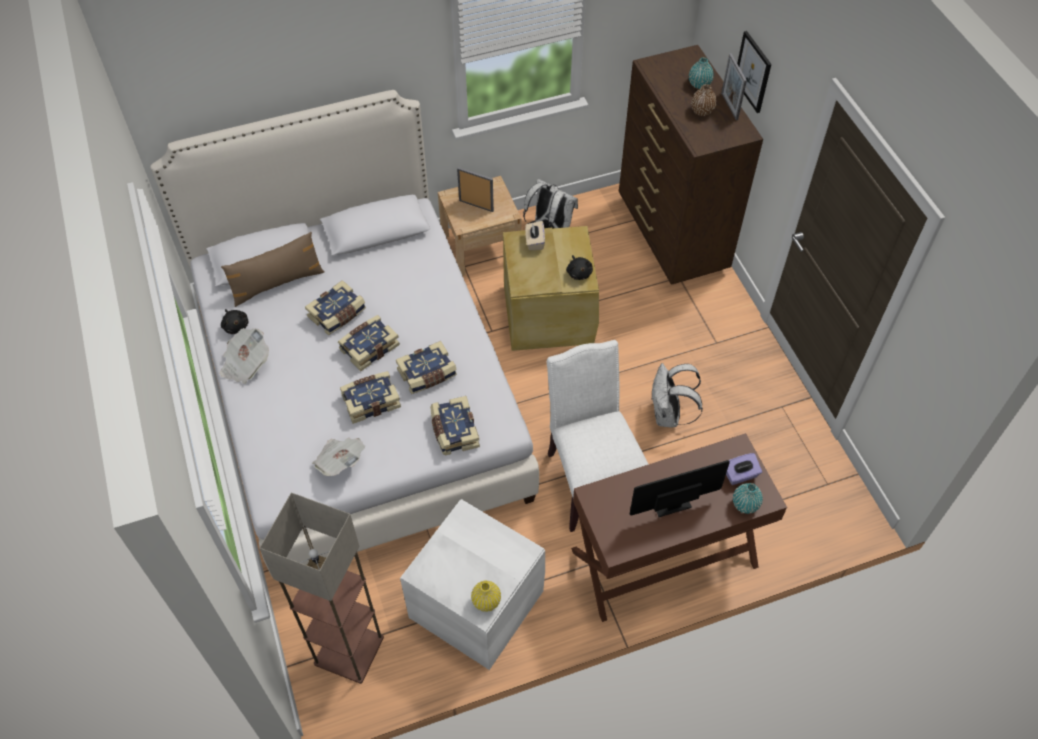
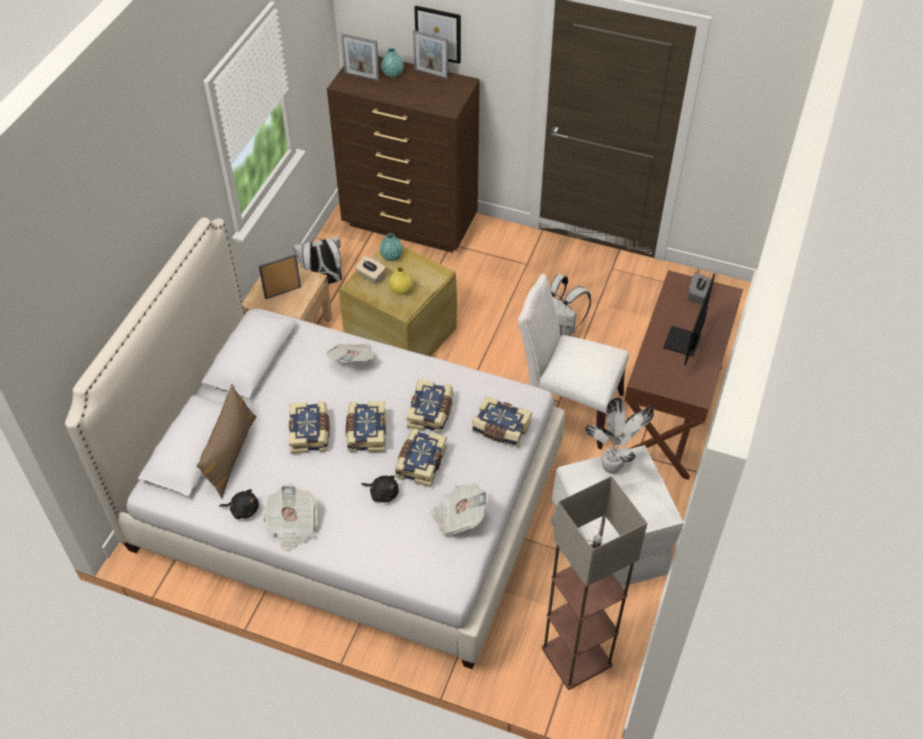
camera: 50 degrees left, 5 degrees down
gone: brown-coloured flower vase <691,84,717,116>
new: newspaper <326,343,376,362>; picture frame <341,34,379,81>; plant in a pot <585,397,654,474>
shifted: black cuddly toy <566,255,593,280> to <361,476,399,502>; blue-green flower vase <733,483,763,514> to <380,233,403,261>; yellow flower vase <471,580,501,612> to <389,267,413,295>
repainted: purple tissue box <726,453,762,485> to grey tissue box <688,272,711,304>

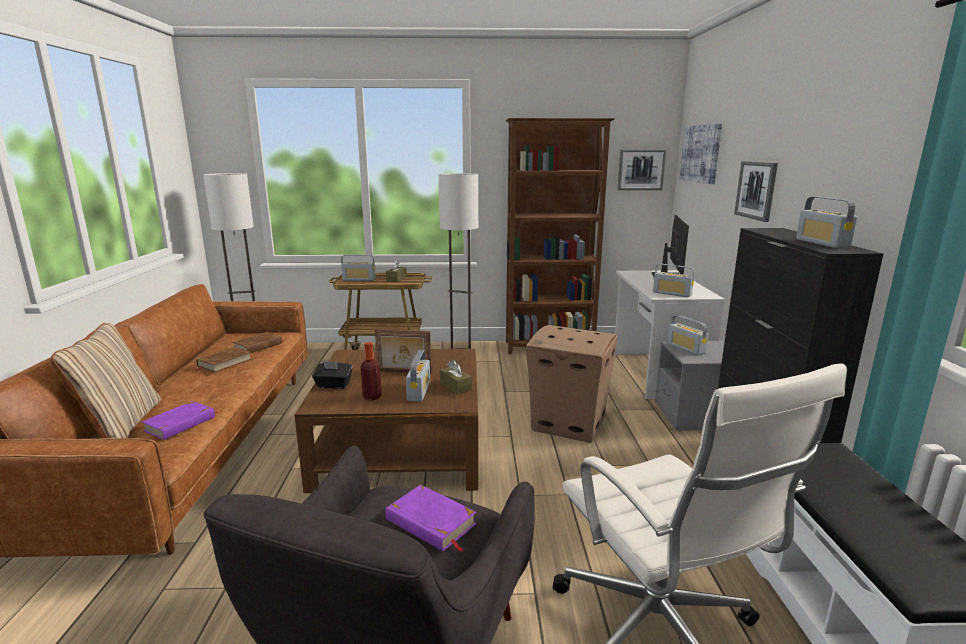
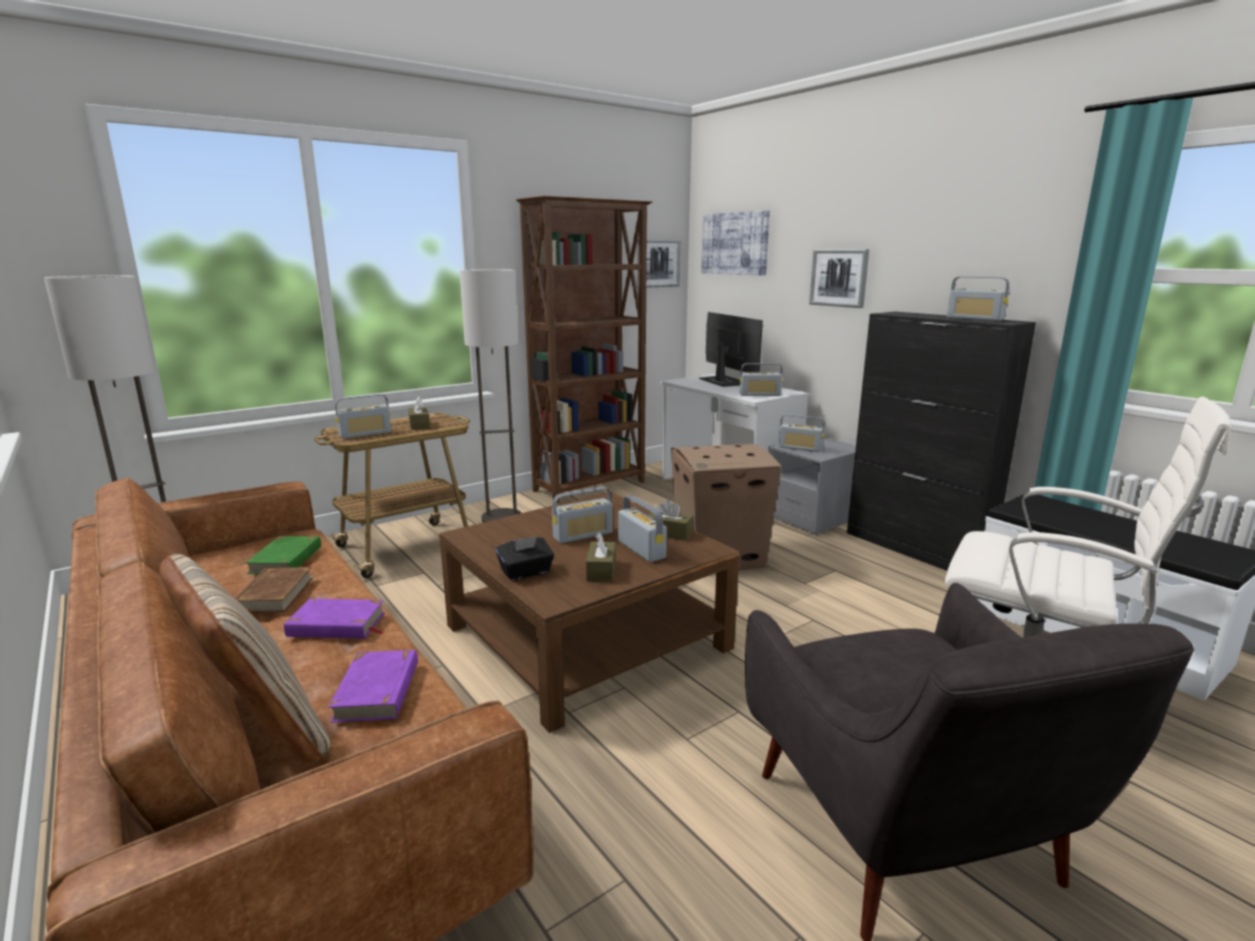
camera: 35 degrees left, 0 degrees up
shifted: purple bound book <385,485,477,552> to <284,598,385,639>
swapped: picture frame <375,329,432,374> to radio set <552,487,613,543>; beverage bottle <361,342,382,401> to brown-coloured tissue box <586,532,616,582>
repainted: brown-coloured bound book <233,332,284,353> to greenish bound book <245,536,321,574>

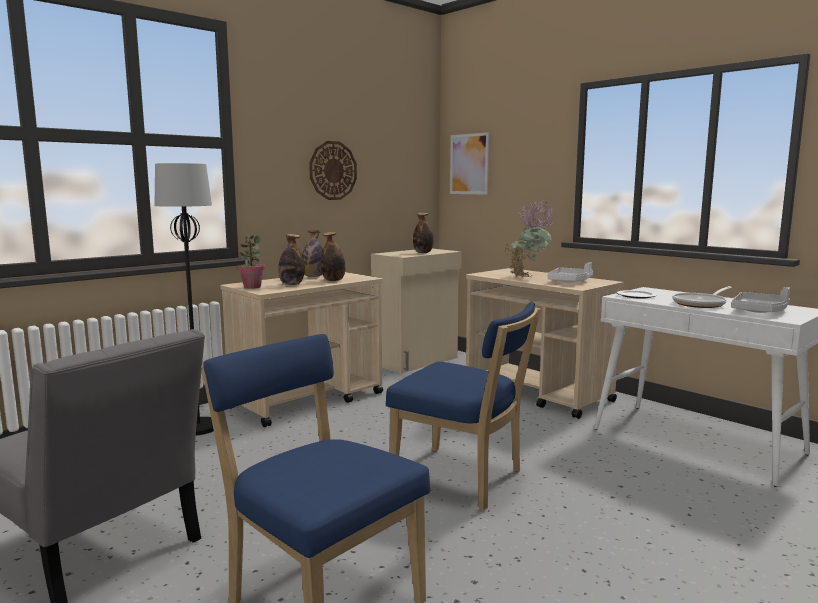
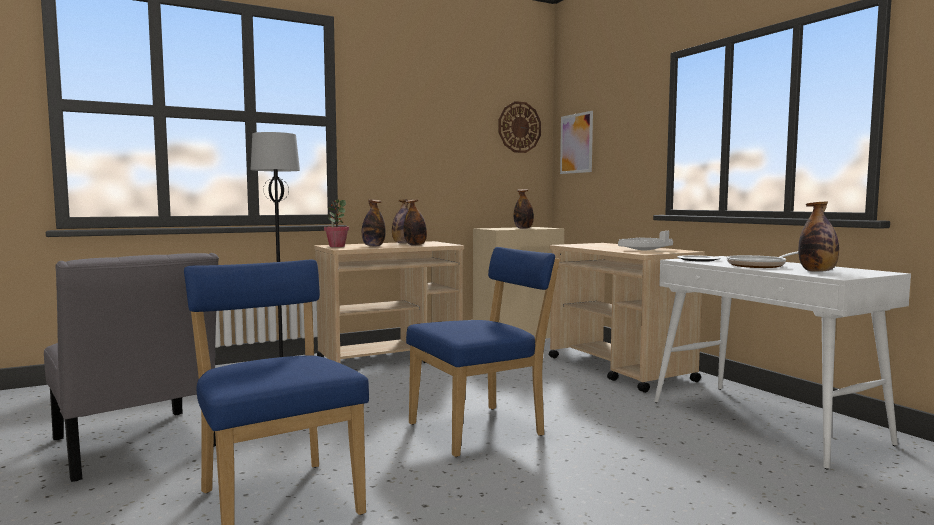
camera: 15 degrees right, 5 degrees down
gone: plant in a pot <504,199,553,278>
shifted: wall clock <309,141,357,200> to <499,101,541,153>
swapped: grey tray <731,287,790,313> to beverage bottle <798,201,839,272>
rotated: blue-coloured upright chair <386,302,540,510> = <406,247,560,457> 75 degrees counterclockwise

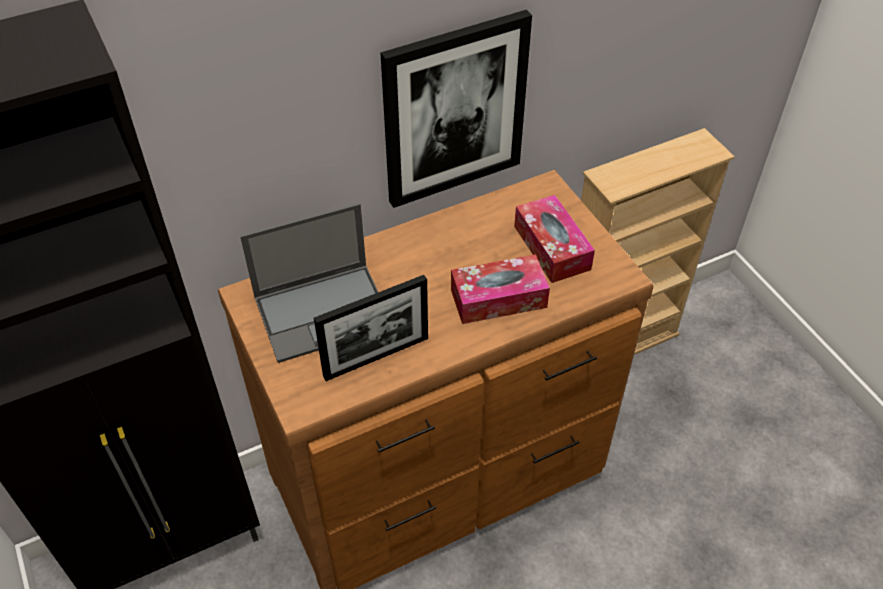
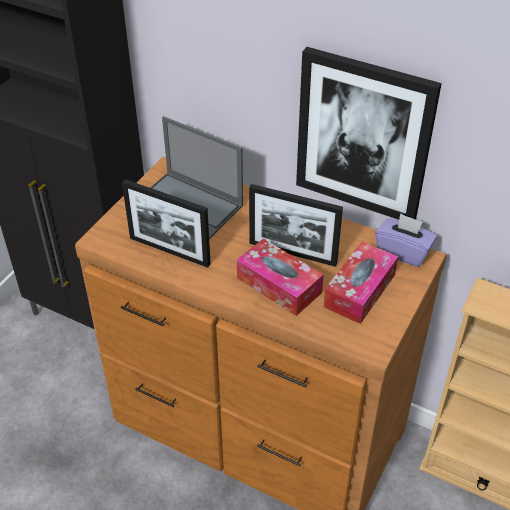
camera: 55 degrees right, 5 degrees down
new: picture frame <249,184,343,267>; purple tissue box <375,213,437,267>

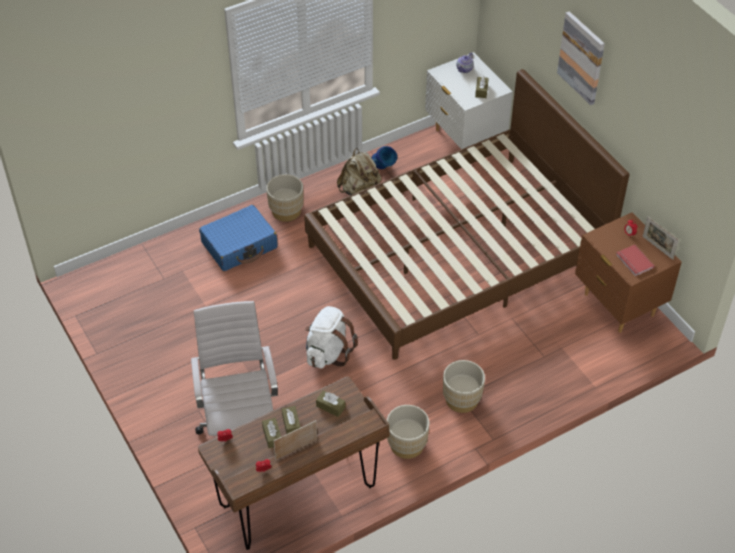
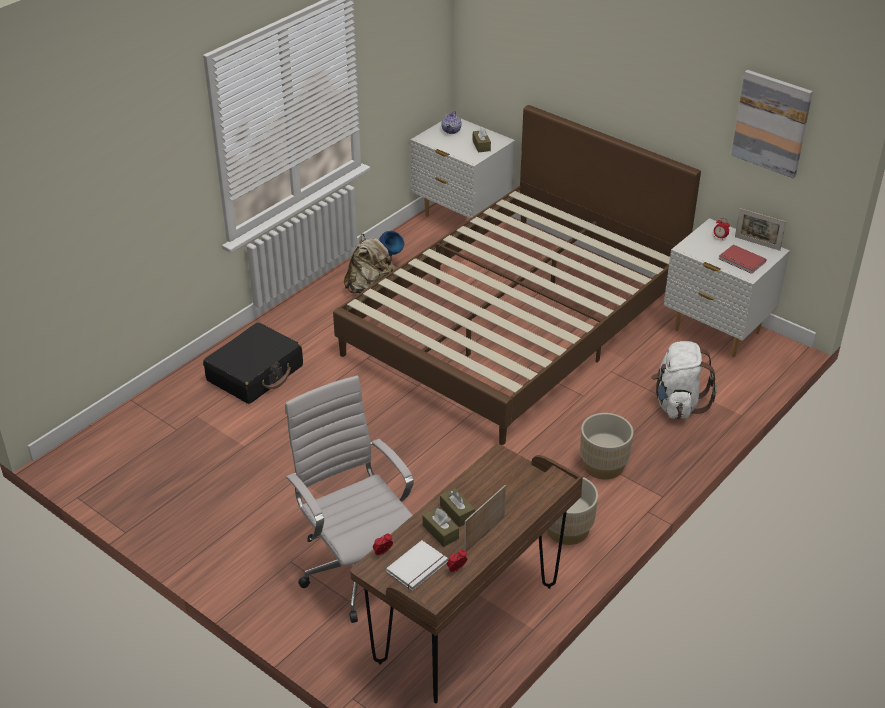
camera: 20 degrees left, 10 degrees down
gone: beige-coloured plant pot <266,174,303,222>; brown-coloured tissue box <316,390,345,417>
new: white-coloured bound book <386,540,448,591>
shifted: white-coloured rucksack <305,306,358,369> to <651,341,717,419>; picture <557,11,605,105> to <731,70,813,178>
repainted: blue-coloured travel case <199,205,278,271> to black travel case <203,322,303,404>; brown-coloured nightstand <575,212,682,333> to white-coloured nightstand <664,218,790,357>

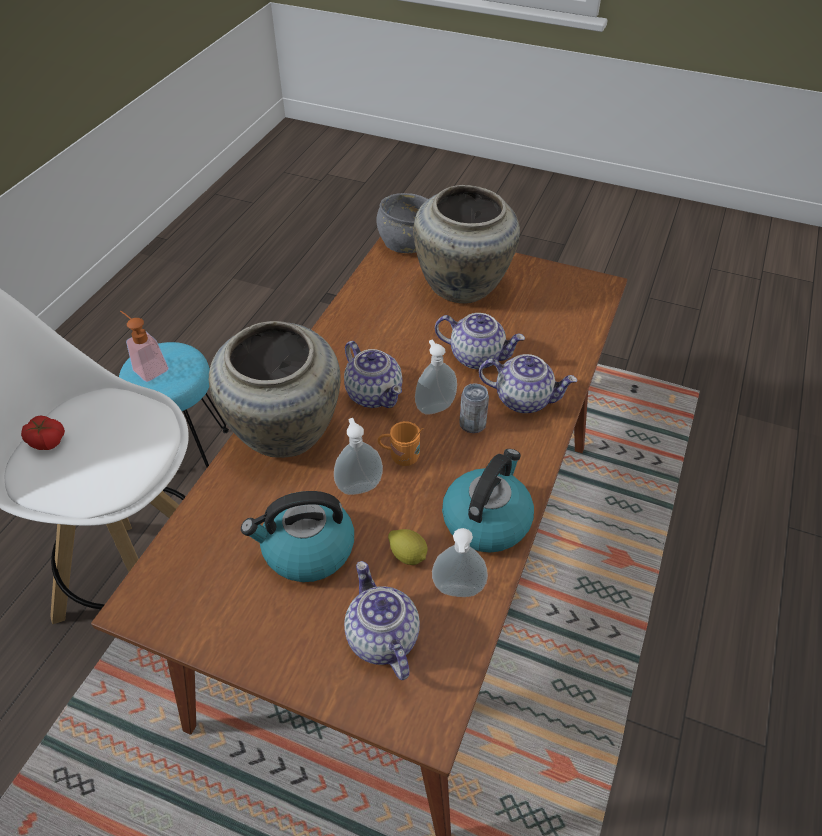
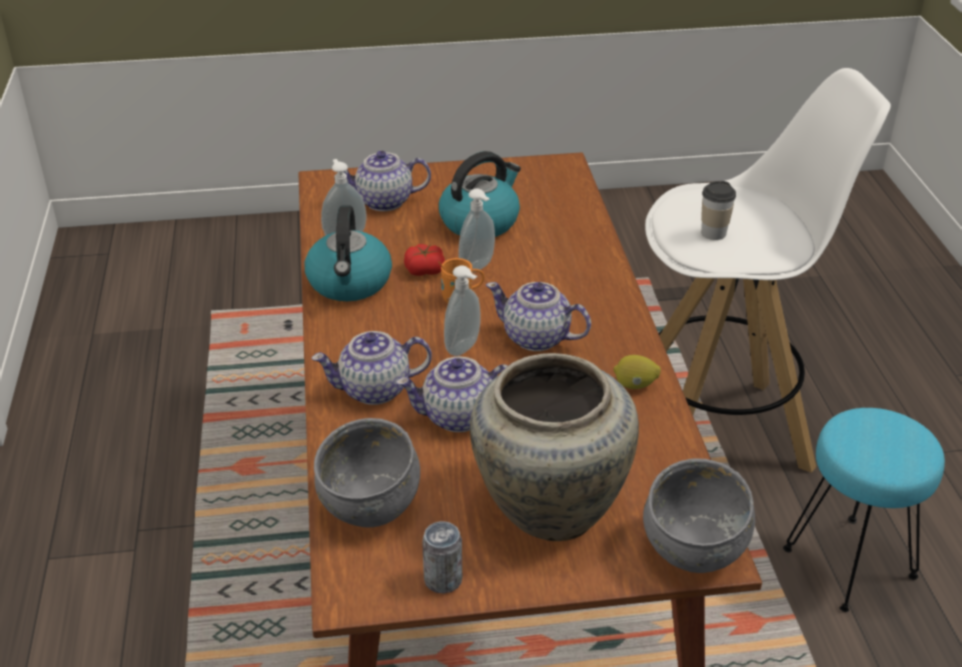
camera: 150 degrees right, 10 degrees down
gone: liquid soap bottle <120,311,169,382>; beige-coloured flower vase <209,321,341,458>
new: grey serving bowl <314,418,420,527>; small cup <701,181,736,240>
shifted: whole tomato <21,416,65,450> to <404,244,445,276>; can <459,383,489,433> to <422,521,462,594>; lemon <388,529,428,565> to <613,355,661,389>
rotated: tea pot <344,561,420,680> = <343,151,431,211> 135 degrees clockwise

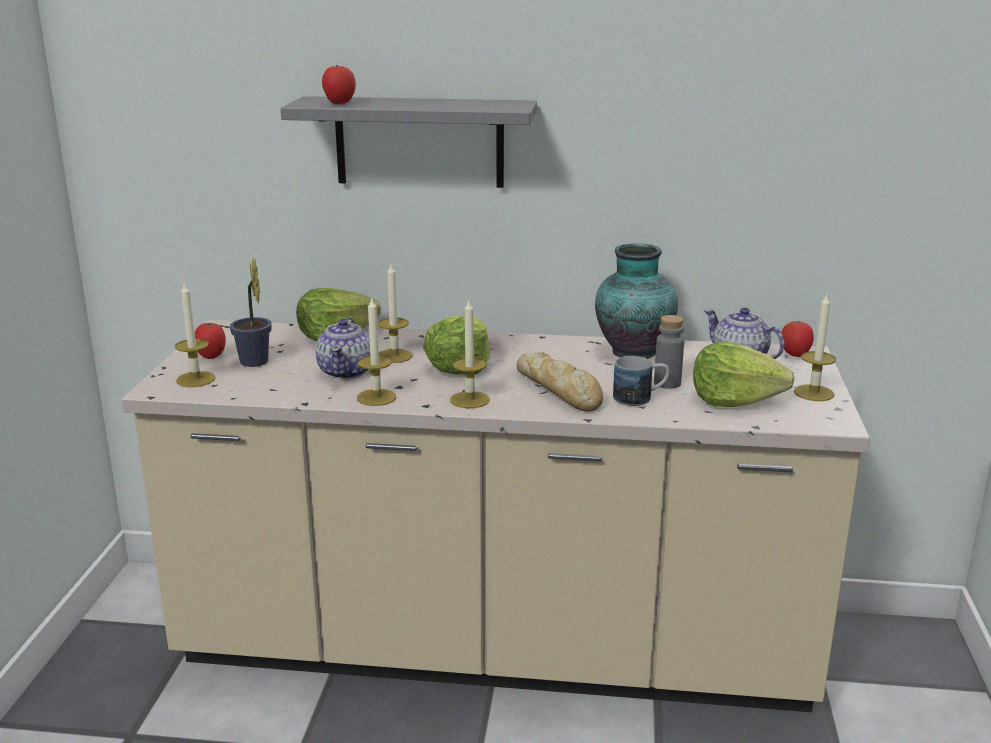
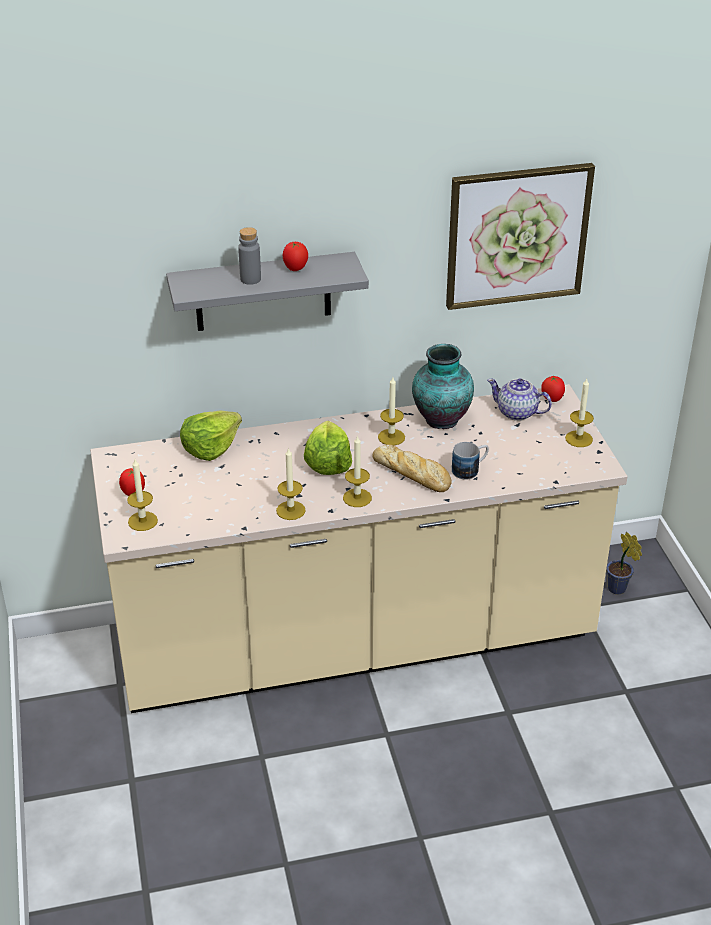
camera: 20 degrees left, 15 degrees up
gone: tea pot <316,317,370,380>; lettuce head <693,341,795,407>
new: picture <446,163,595,310>
shifted: grey beverage bottle <654,315,684,389> to <238,227,261,285>; whole tomato <322,65,356,104> to <283,242,308,271>; candle <378,264,413,363> to <378,377,405,445>; plant in a pot <230,257,272,367> to <606,532,642,594>

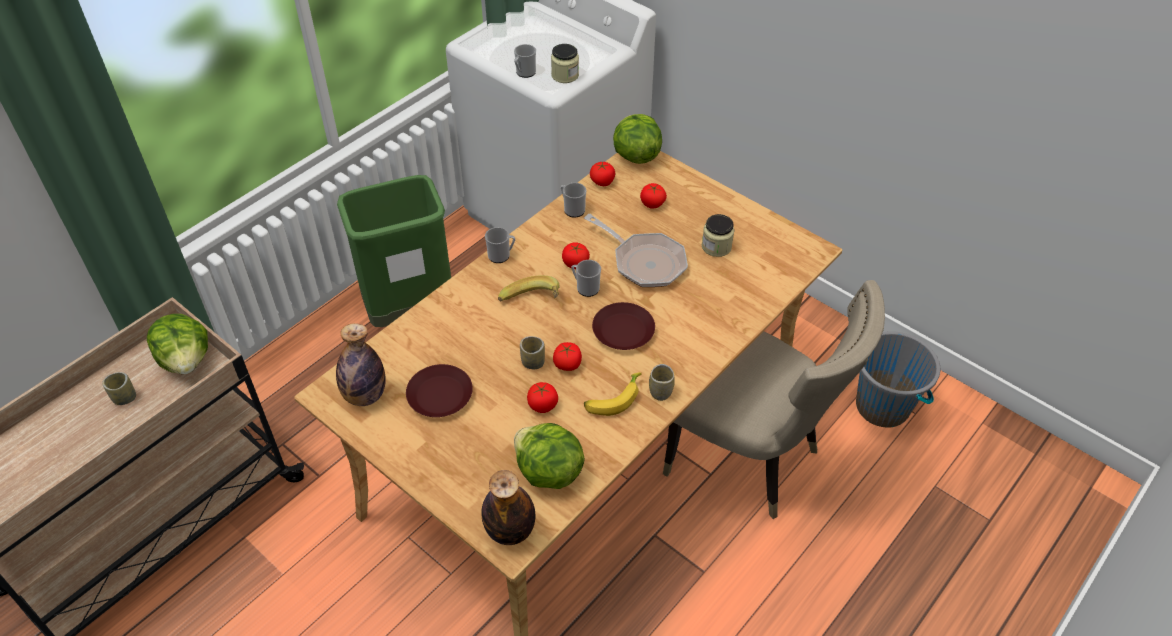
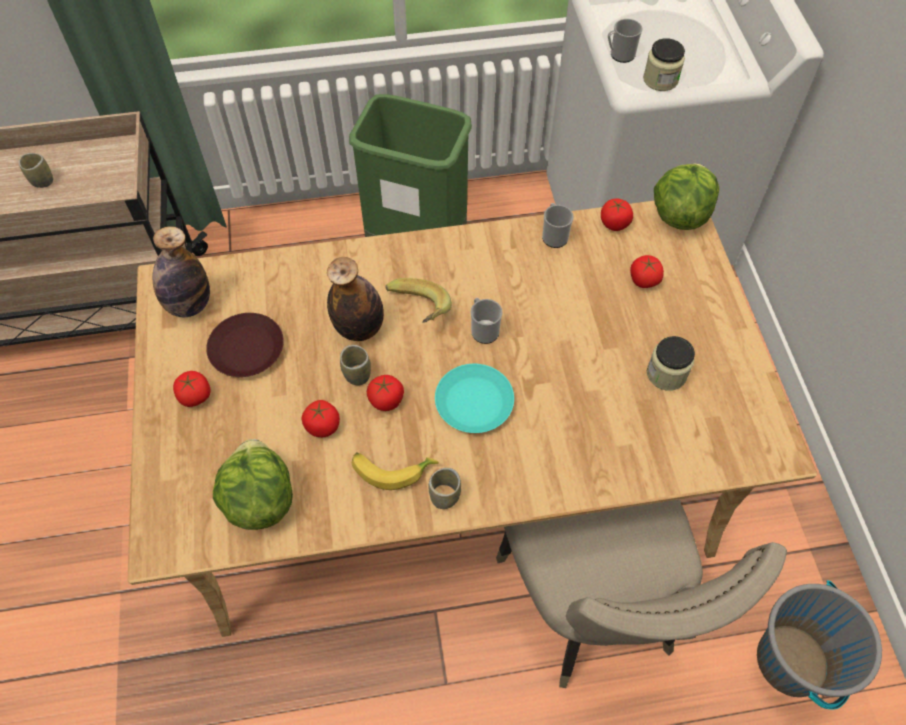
camera: 40 degrees right, 10 degrees up
gone: lettuce head <147,314,208,374>; tea mug <485,227,515,263>; skillet <584,214,688,287>
shifted: whole tomato <562,242,590,269> to <173,371,211,407>; beverage bottle <481,470,535,545> to <327,257,384,341>
repainted: brown-coloured flat dish <592,302,655,350> to blue-green flat dish <435,364,514,433>

